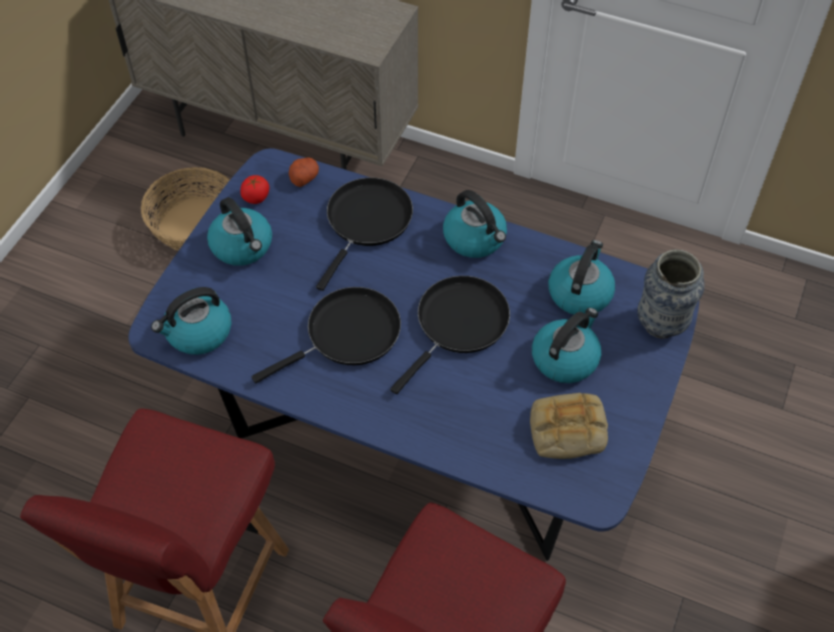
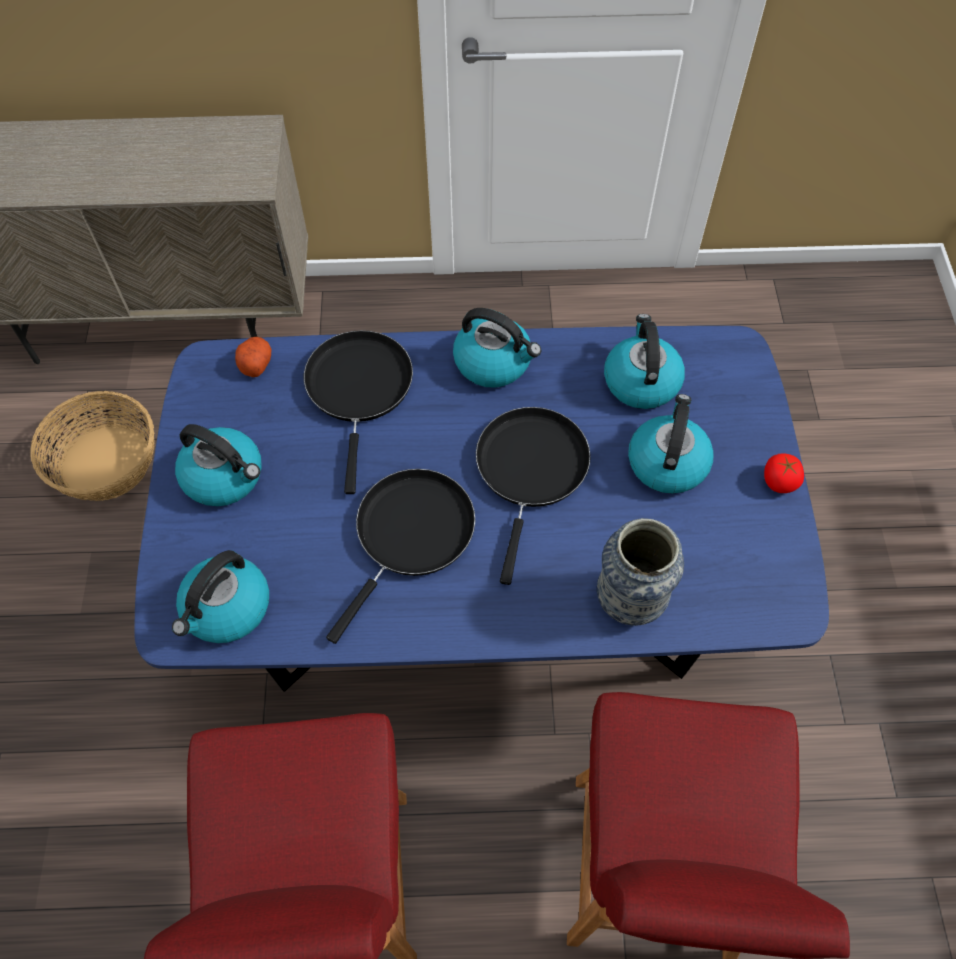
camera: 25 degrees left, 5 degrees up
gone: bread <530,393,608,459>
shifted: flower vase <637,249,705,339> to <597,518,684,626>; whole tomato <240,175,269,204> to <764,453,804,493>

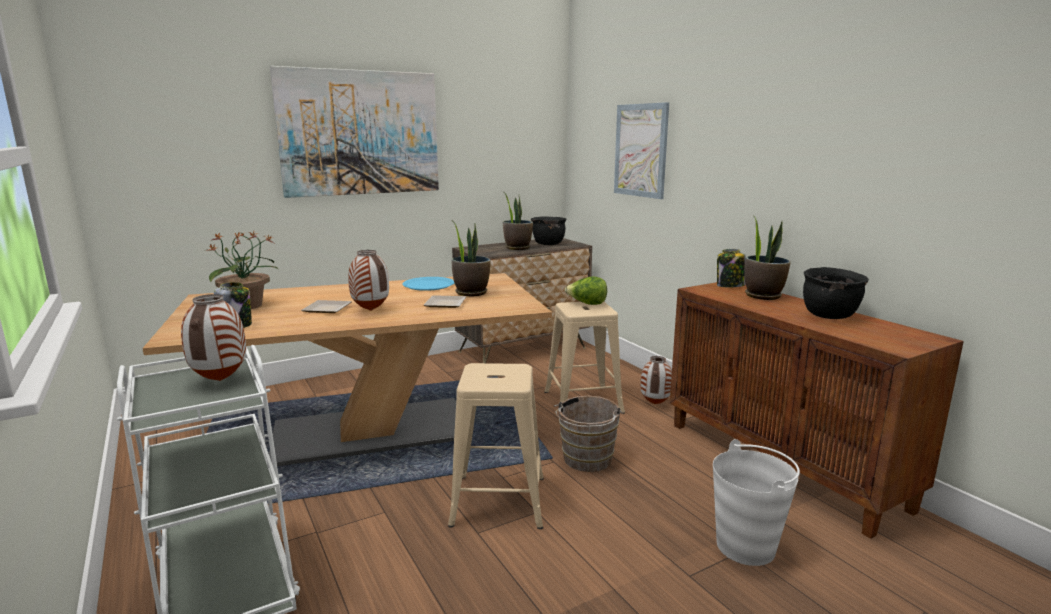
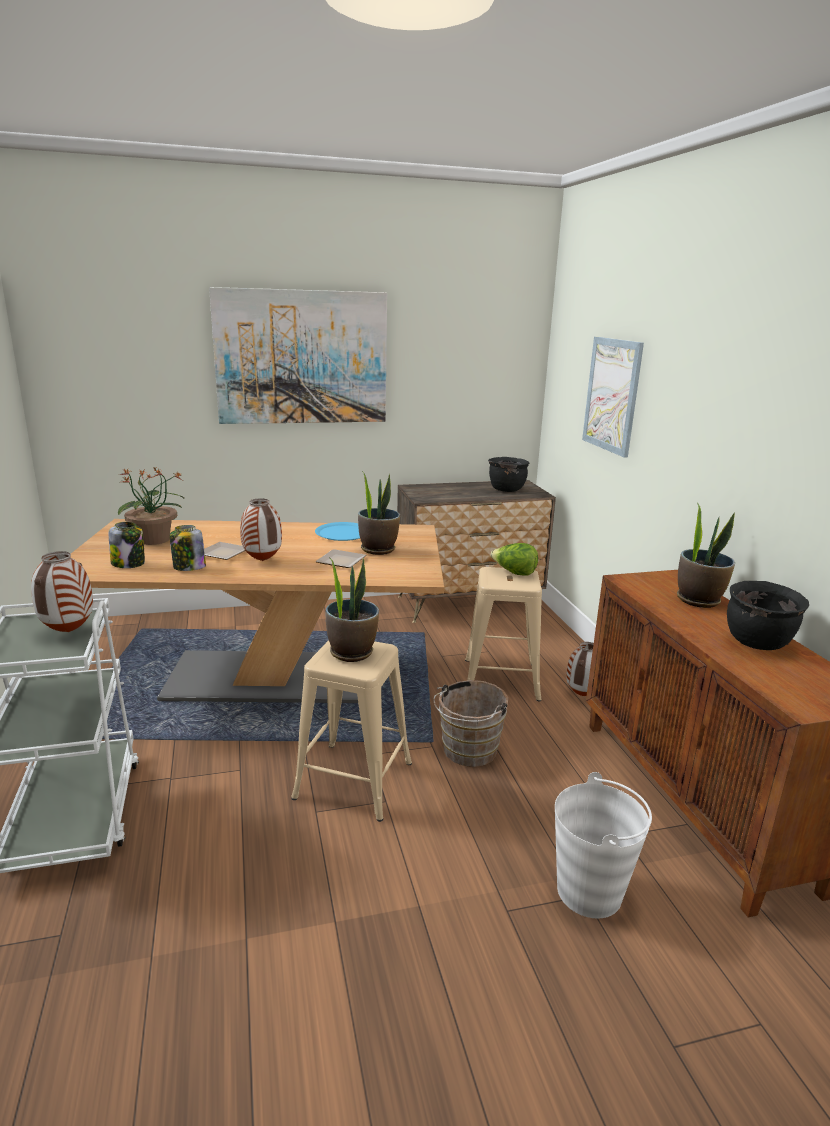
camera: 15 degrees right, 5 degrees up
shifted: preserve jar <717,249,746,288> to <170,525,206,571>; plant in a pot <503,192,533,250> to <326,557,379,662>

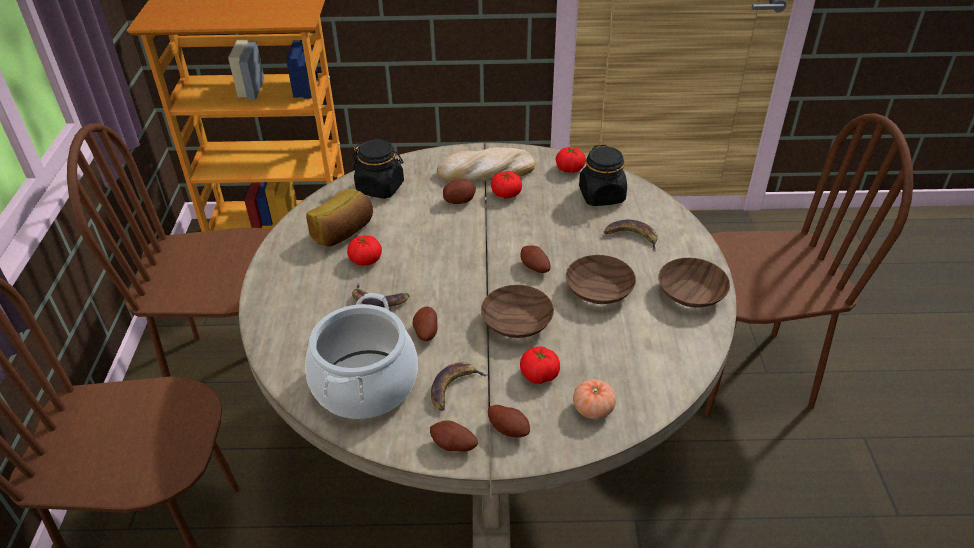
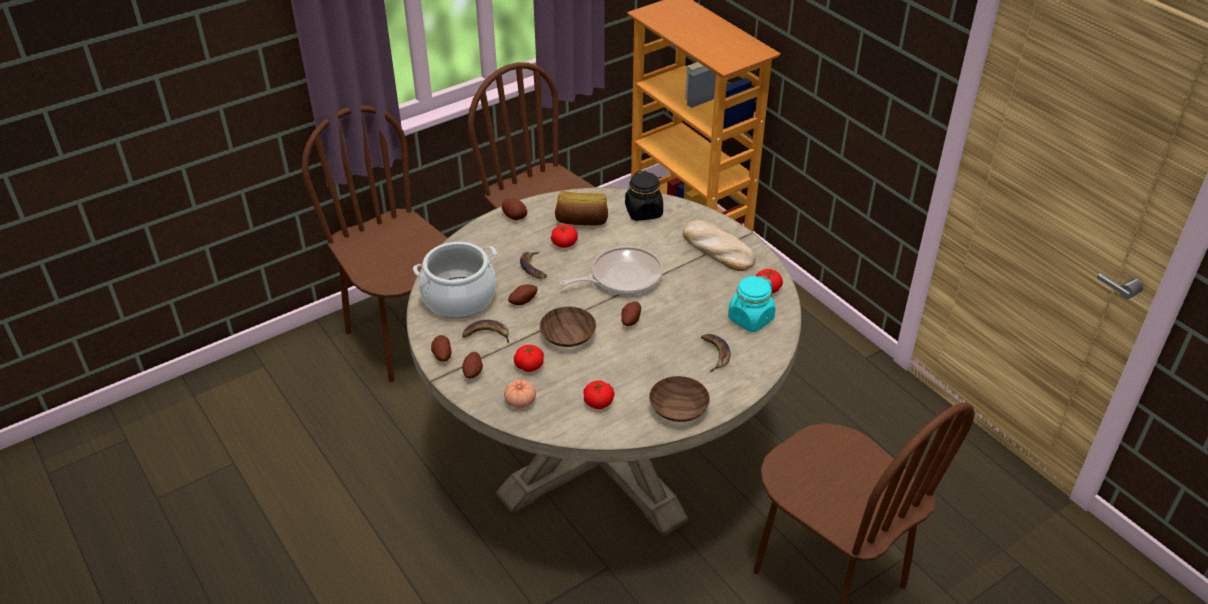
camera: 55 degrees right, 0 degrees up
gone: brown-coloured serving bowl <566,255,636,304>
new: skillet <560,246,663,295>
shifted: spud <443,179,476,204> to <502,199,527,220>; whole tomato <491,171,522,198> to <583,380,615,409>
repainted: black preserve jar <579,145,627,206> to blue-green preserve jar <728,276,776,332>

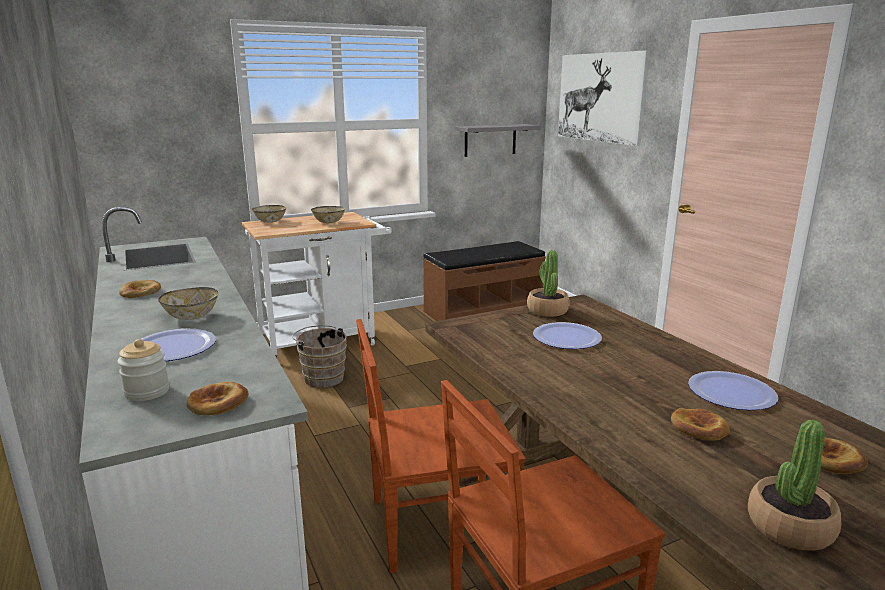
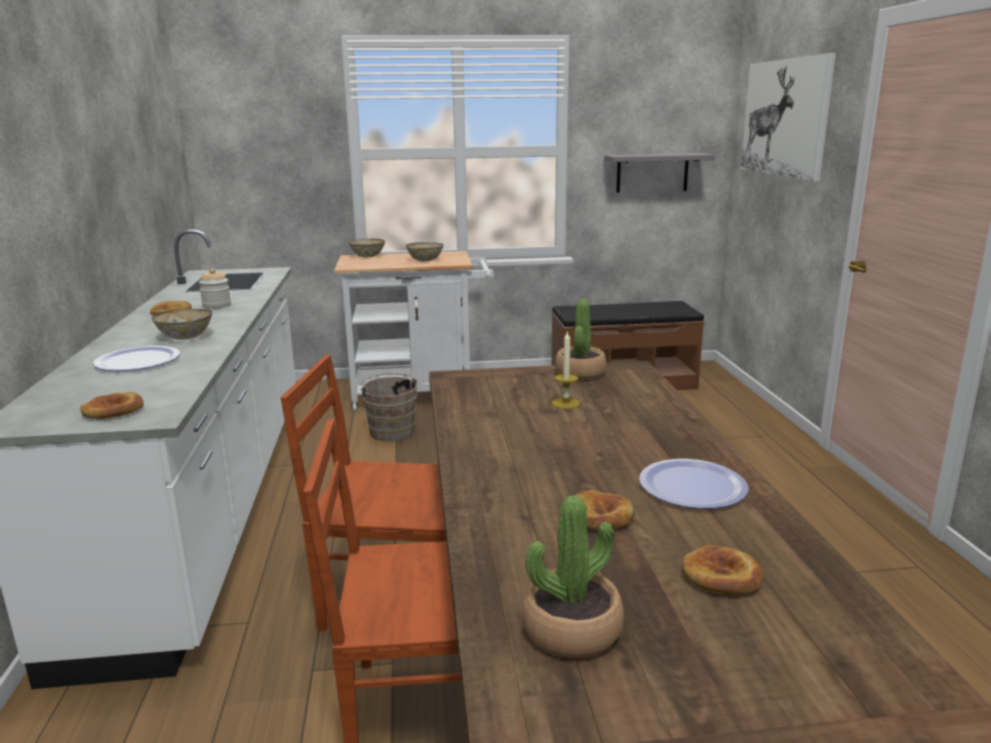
camera: 20 degrees right, 0 degrees up
shifted: preserve jar <117,339,169,401> to <199,268,231,309>
swapped: flat dish <533,322,602,349> to candle <552,331,580,409>

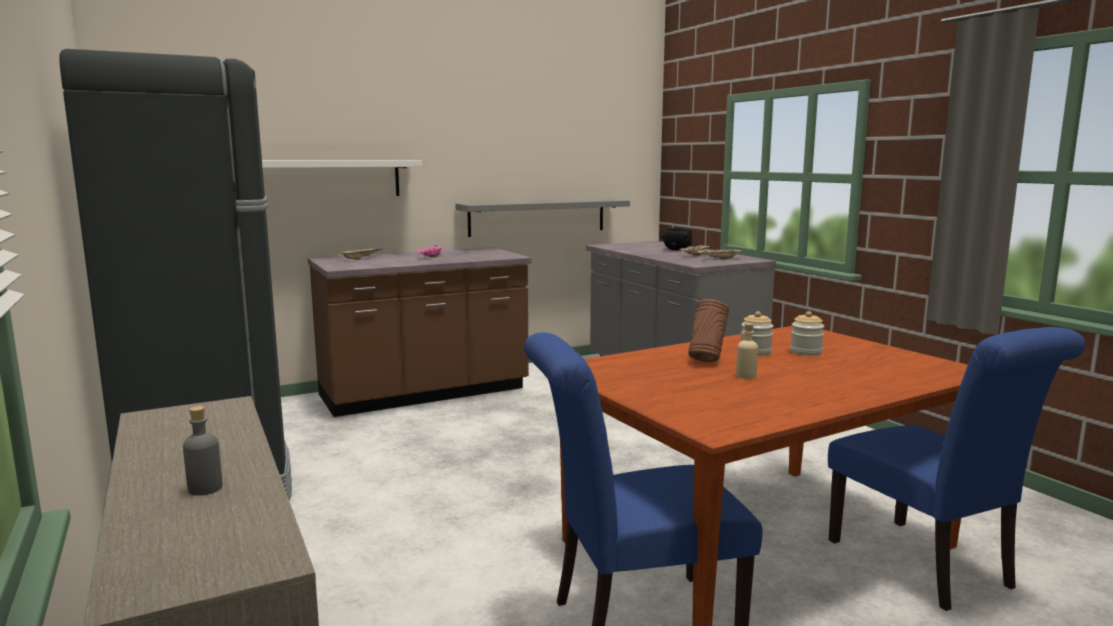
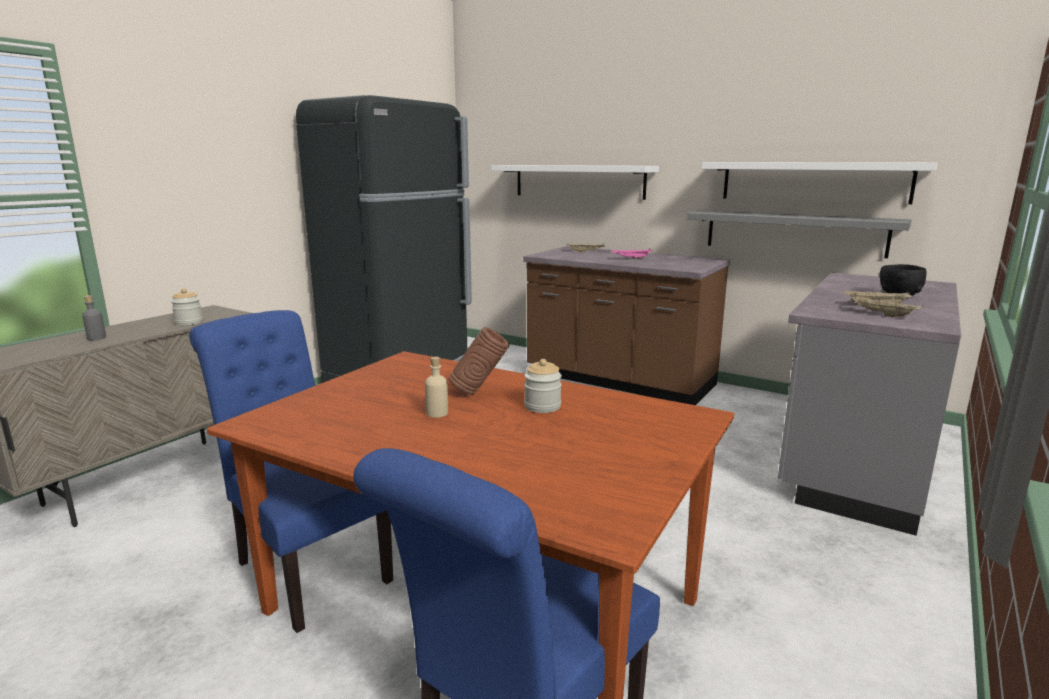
camera: 60 degrees right, 5 degrees up
new: white-coloured shelf <702,162,937,204>
shifted: preserve jar <790,311,824,356> to <171,288,203,325>

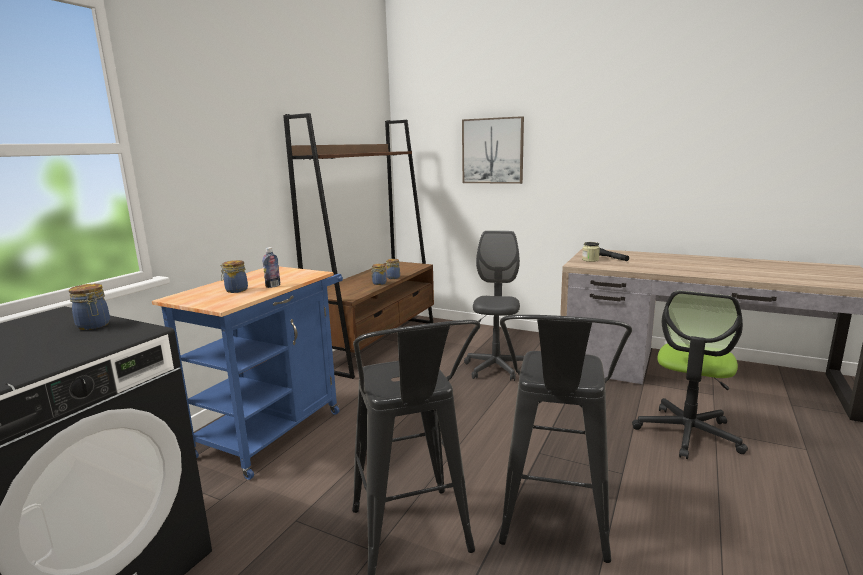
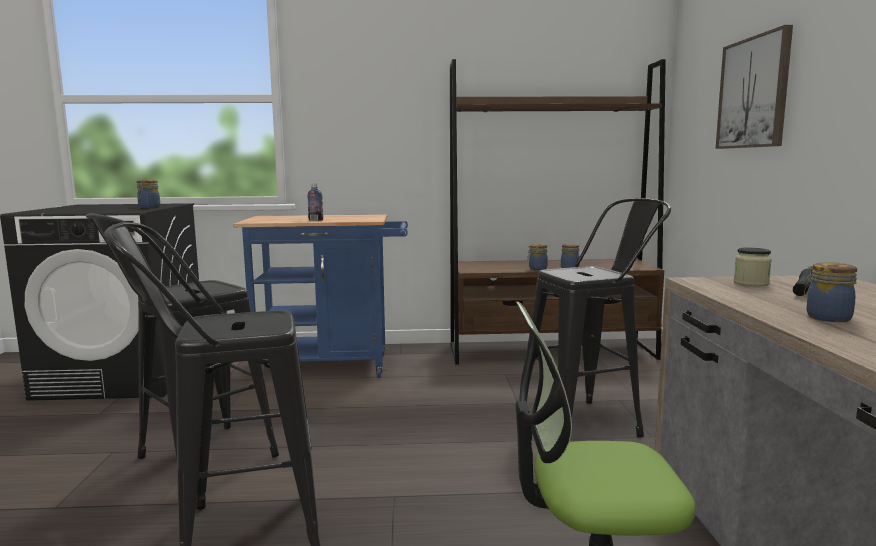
camera: 60 degrees right, 5 degrees down
shifted: preserve jar <220,260,248,293> to <804,262,857,322>
swapped: grey office chair <464,231,524,381> to black stool seat <526,198,671,437>

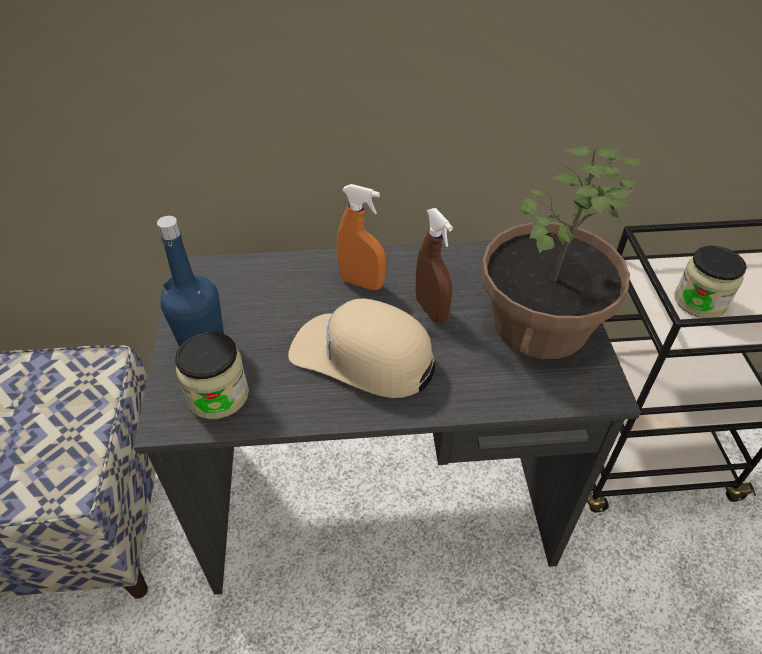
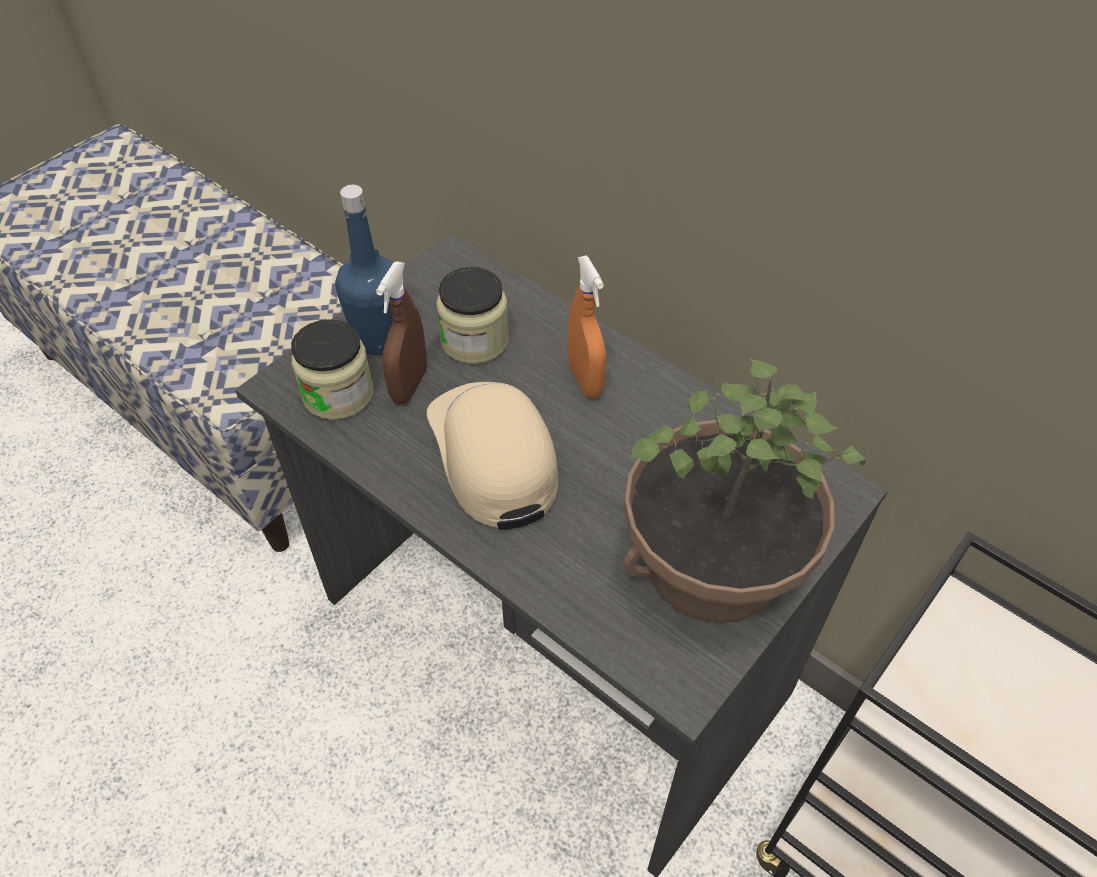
camera: 45 degrees right, 5 degrees up
shifted: brown-coloured hand sprayer <416,208,453,323> to <376,261,427,404>; preserve jar <674,246,747,318> to <436,267,509,364>

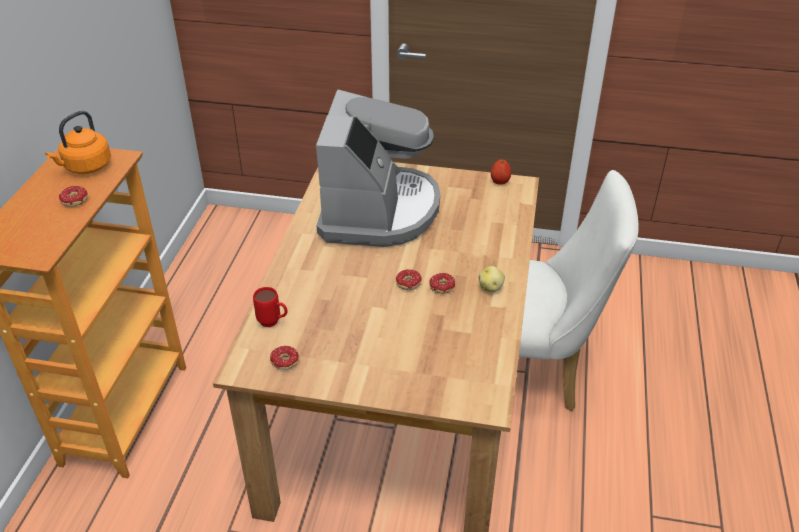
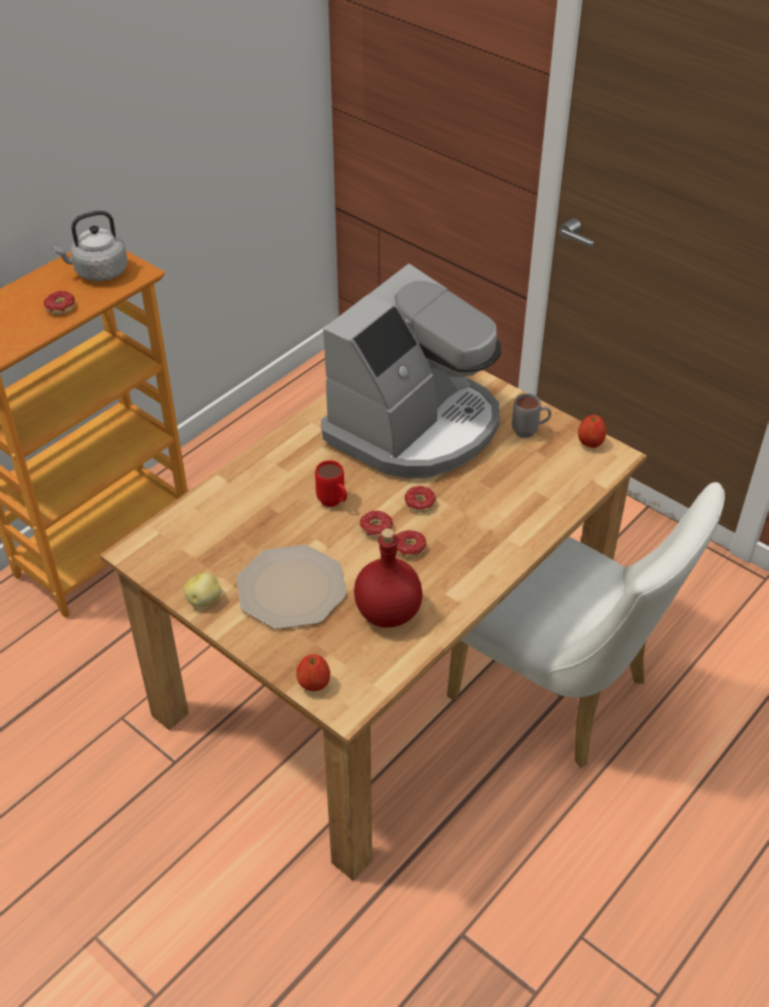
camera: 30 degrees right, 5 degrees up
new: flat dish <237,545,346,629>; apple fruit <296,654,330,691>; red-coloured beverage bottle <354,528,423,628>; grey tea mug <512,393,551,438>
shifted: spud <479,266,505,292> to <184,573,222,607>; red-coloured tea mug <253,287,287,327> to <315,460,347,507>; doughnut <270,346,299,370> to <402,486,436,514>
repainted: orangey tea kettle <45,111,111,174> to grey tea kettle <52,210,128,281>

